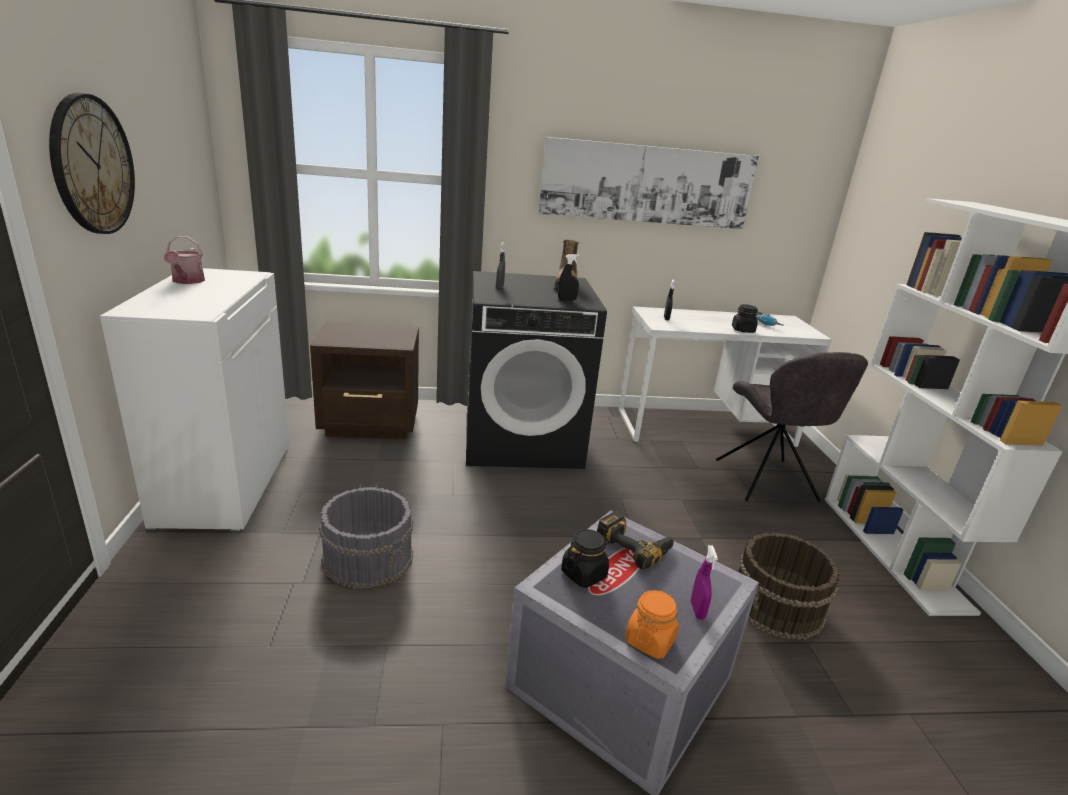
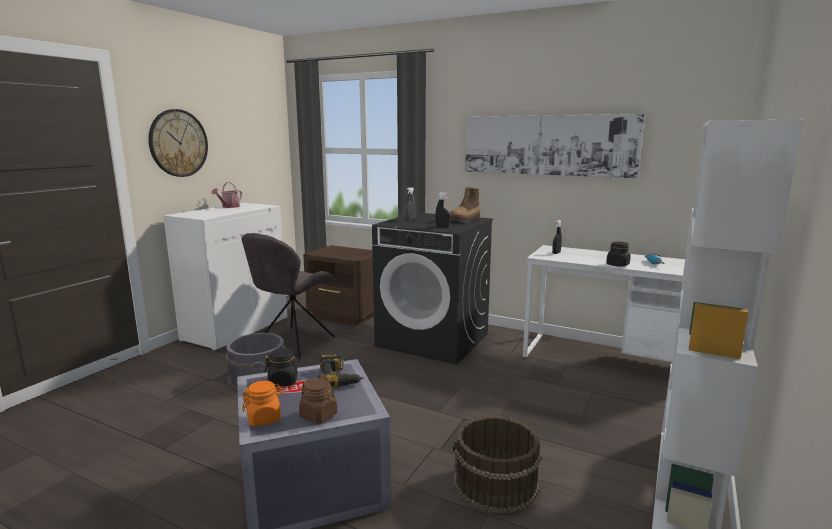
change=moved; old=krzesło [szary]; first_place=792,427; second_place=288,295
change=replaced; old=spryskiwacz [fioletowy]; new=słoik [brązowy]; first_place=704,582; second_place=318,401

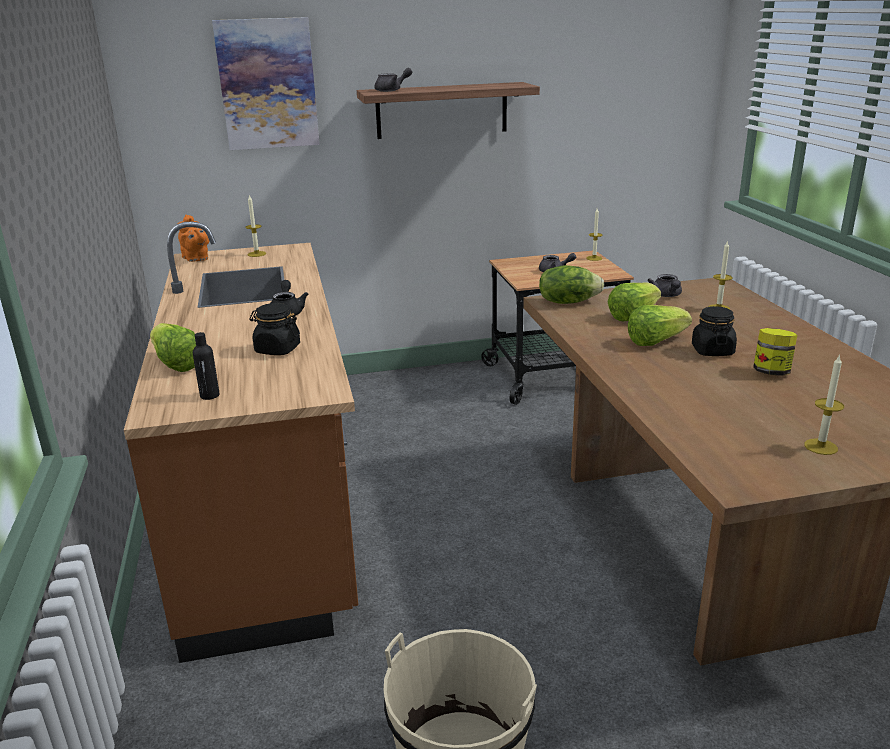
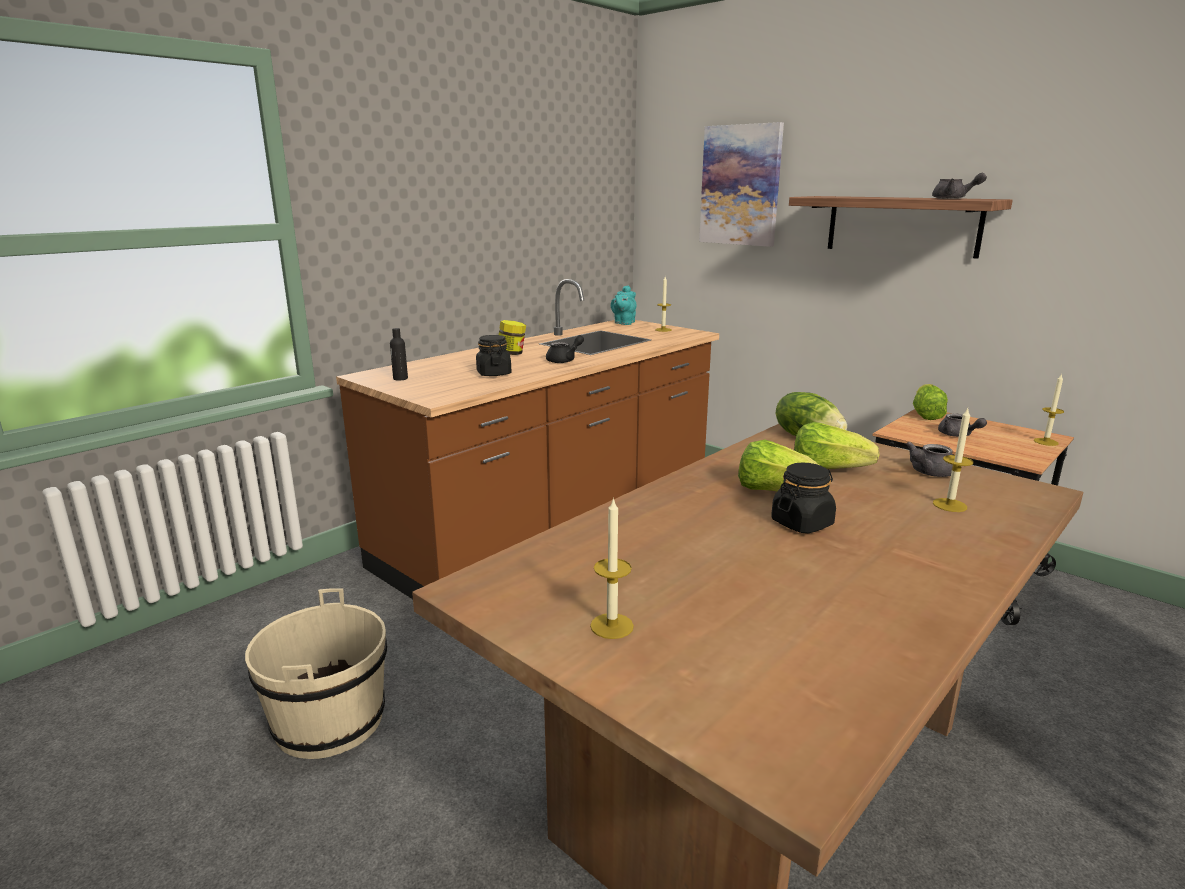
change=moved; old=sałata; first_place=173,347; second_place=930,402
change=moved; old=imbryk [szary]; first_place=393,80; second_place=959,186
change=moved; old=słoik; first_place=775,352; second_place=512,337
change=recoloured; old=imbryk [pomarańczowy]; new=imbryk [turkusowy]; first_place=193,238; second_place=624,305

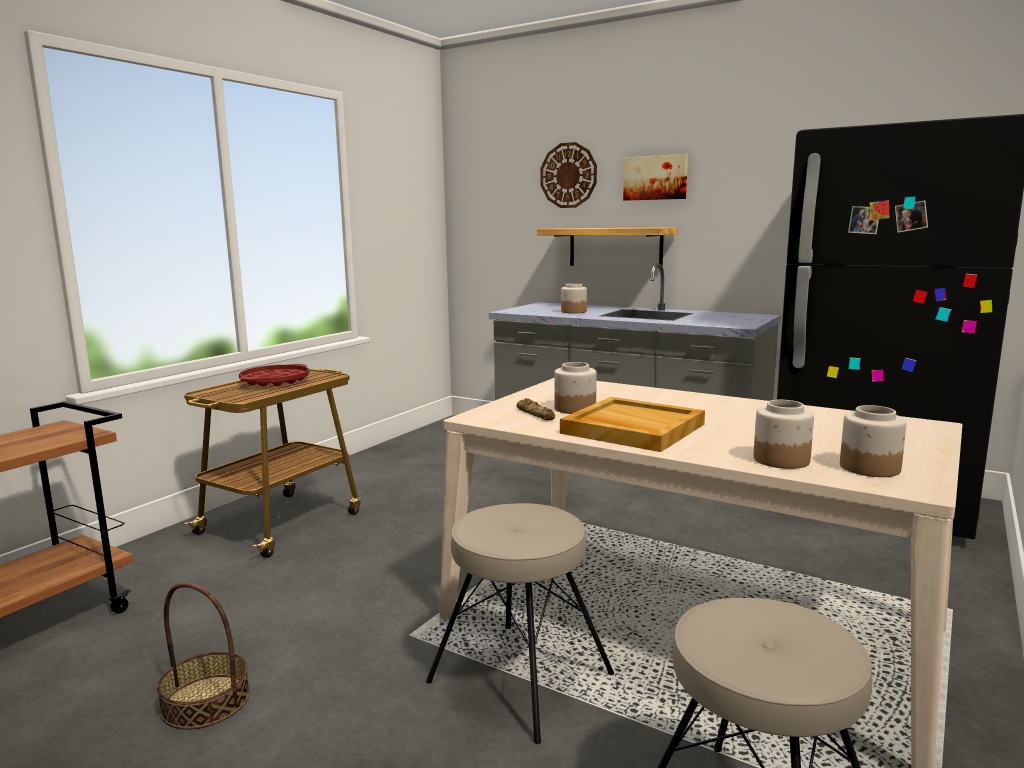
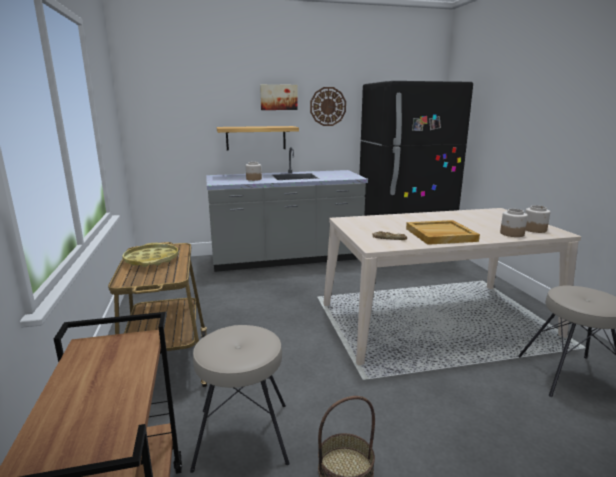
change=removed; old=słoik; first_place=575,388
change=moved; old=stołek [beżowy]; first_place=520,623; second_place=240,399
change=moved; old=zegar ścienny; first_place=568,175; second_place=328,106
change=recoloured; old=taca [czerwony]; new=taca [żółty]; first_place=274,375; second_place=150,255

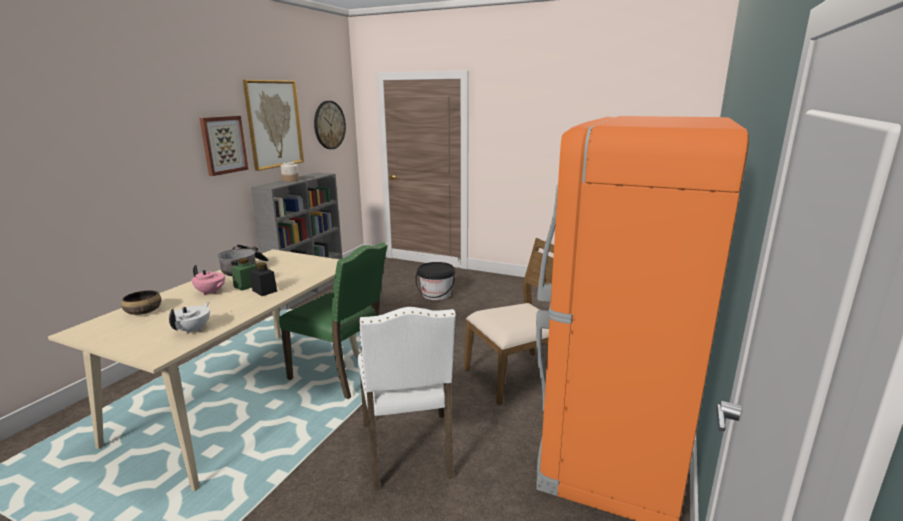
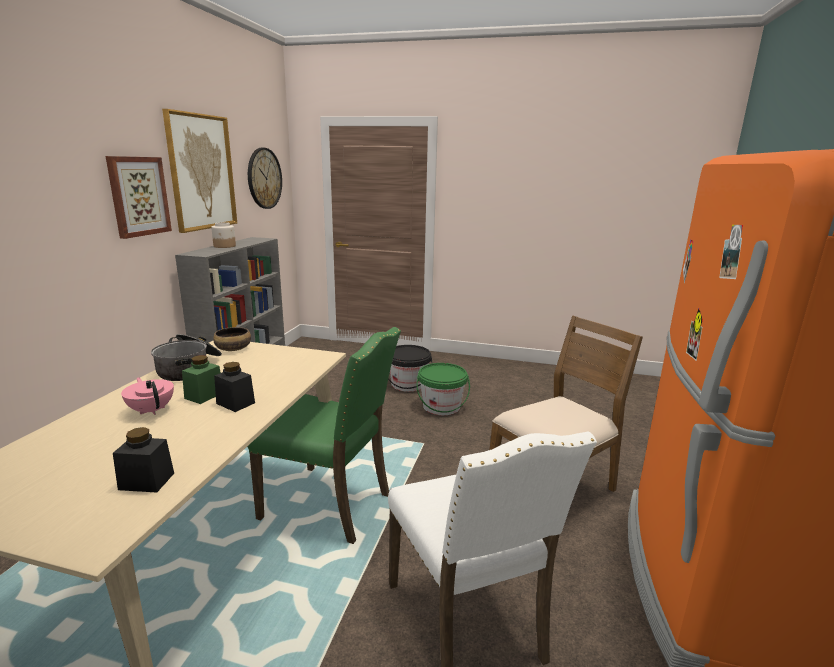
change=added; new=wiadro [zielony]; second_place=443,389
change=moved; old=miska; first_place=141,302; second_place=232,339
change=replaced; old=imbryk [biały]; new=słoik [czarny]; first_place=189,318; second_place=143,460
change=turned; old=imbryk [różowy]; first_place=208,280; second_place=147,396; degrees=-150

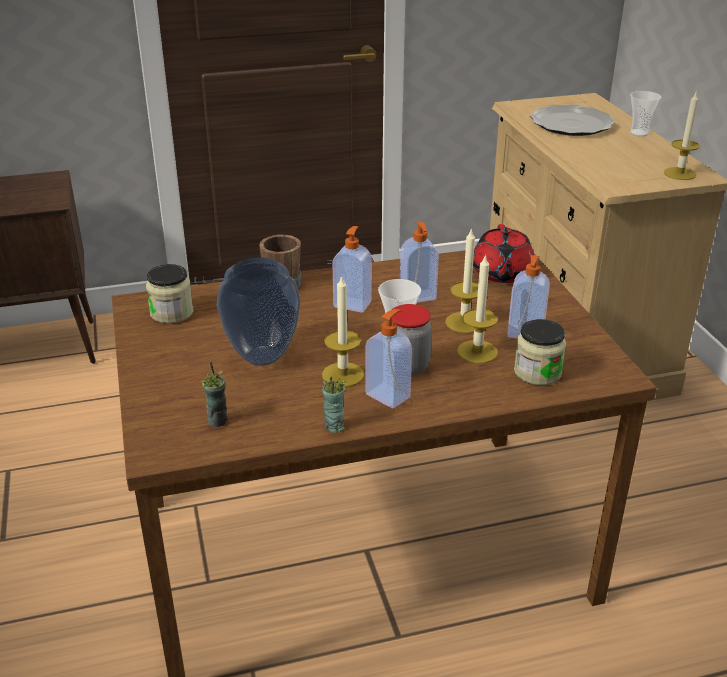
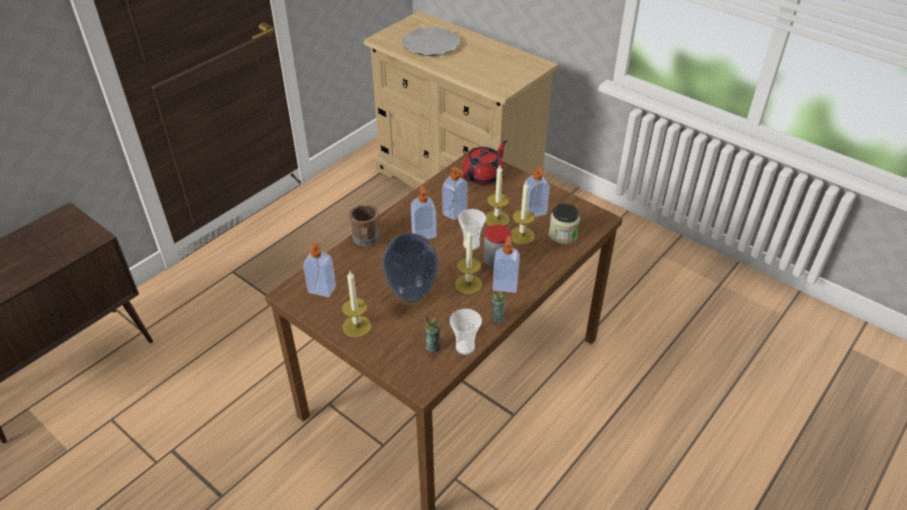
change=moved; old=filiżanka; first_place=645,113; second_place=466,332
change=moved; old=świeca; first_place=682,136; second_place=357,304
change=replaced; old=słoik; new=dozownik mydła; first_place=169,294; second_place=319,270
change=turned; old=imbryk [czerwony]; first_place=503,253; second_place=484,162; degrees=-105

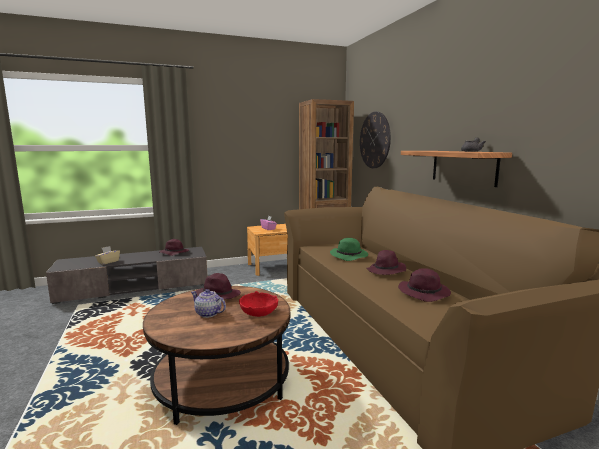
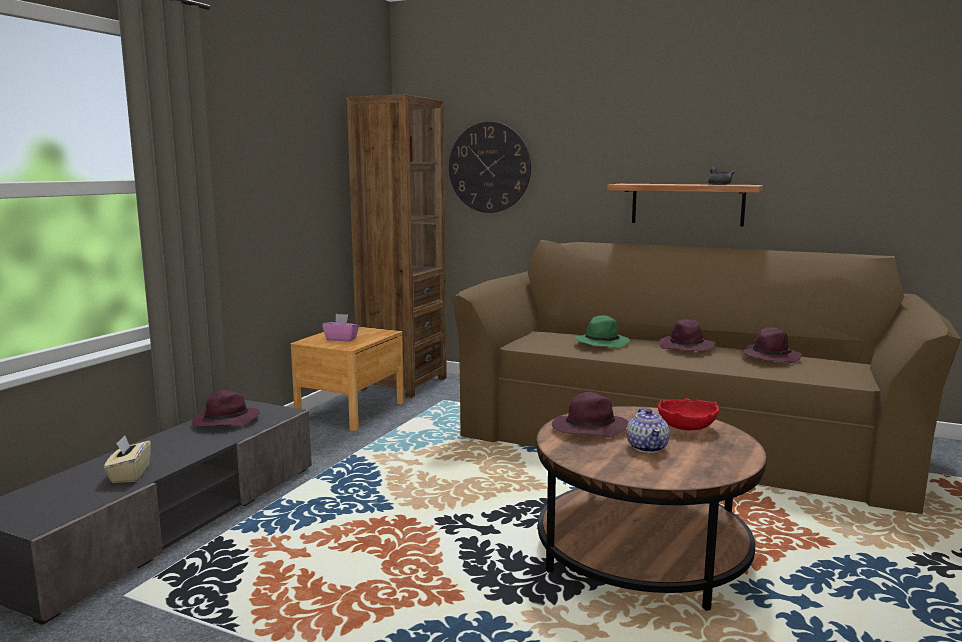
change=turned; old=imbryk; first_place=208,303; second_place=648,430; degrees=-75

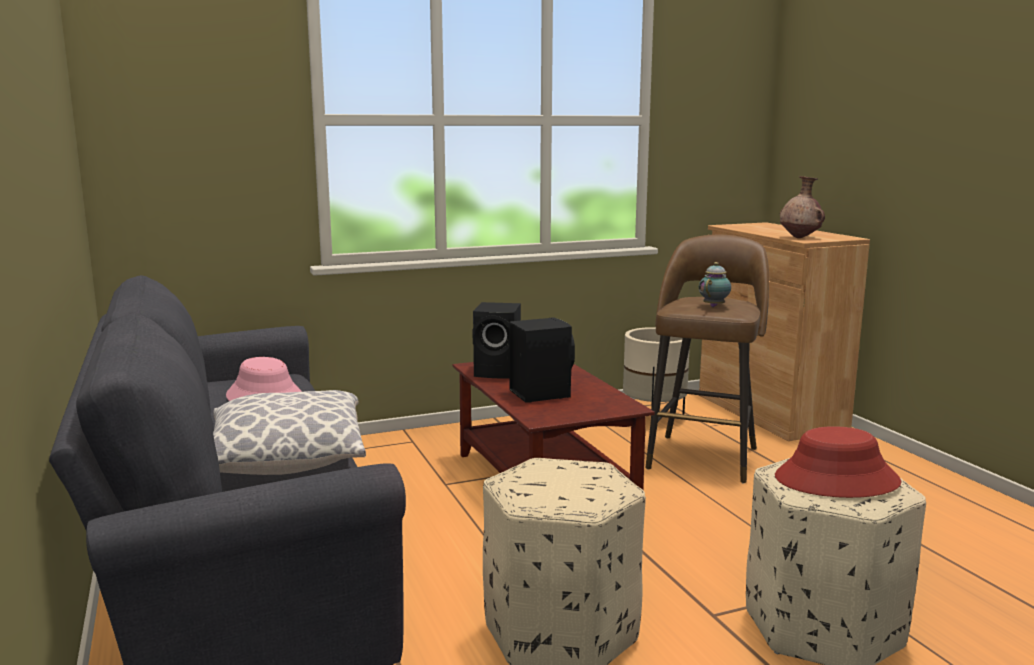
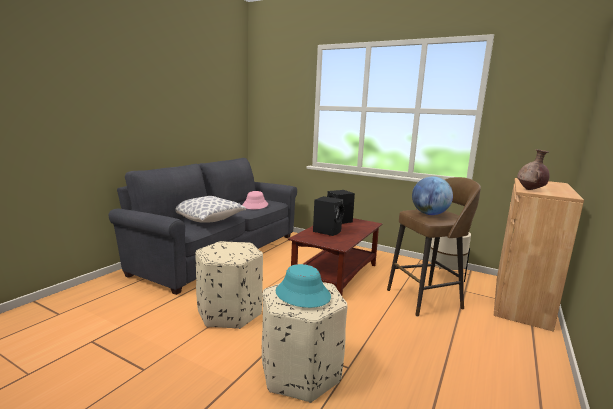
change=replaced; old=imbryk; new=globus; first_place=715,284; second_place=432,195
change=recoloured; old=kapelusz [czerwony]; new=kapelusz [turkusowy]; first_place=838,462; second_place=303,286

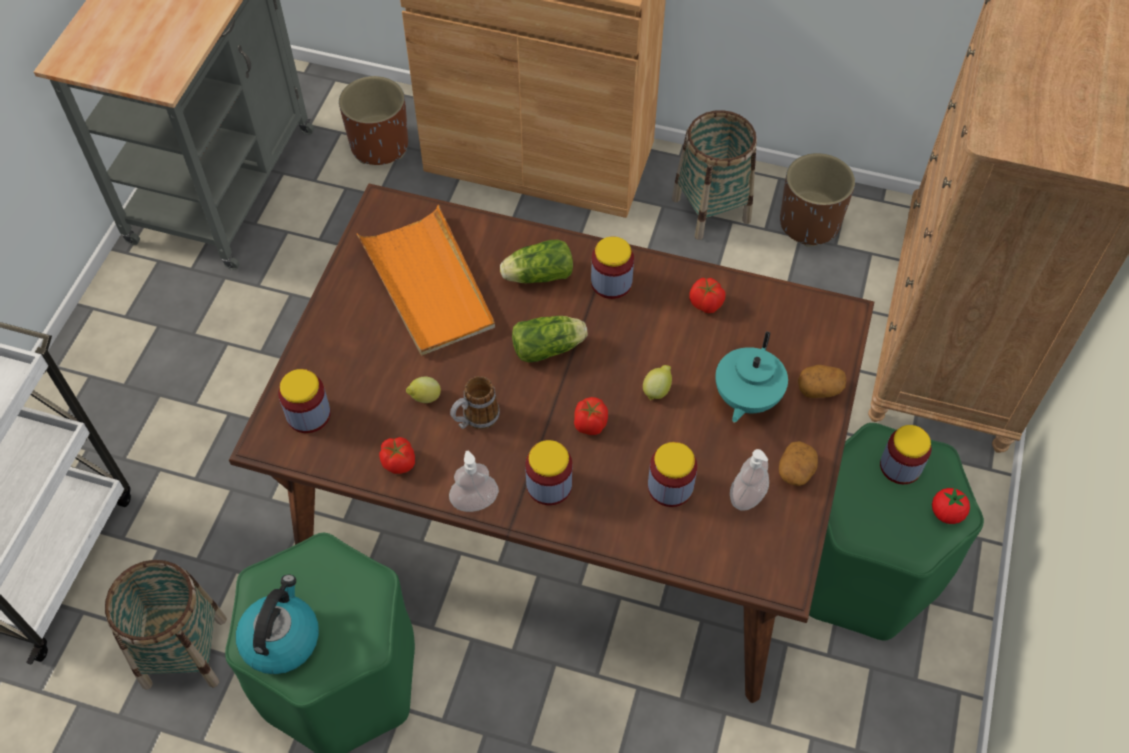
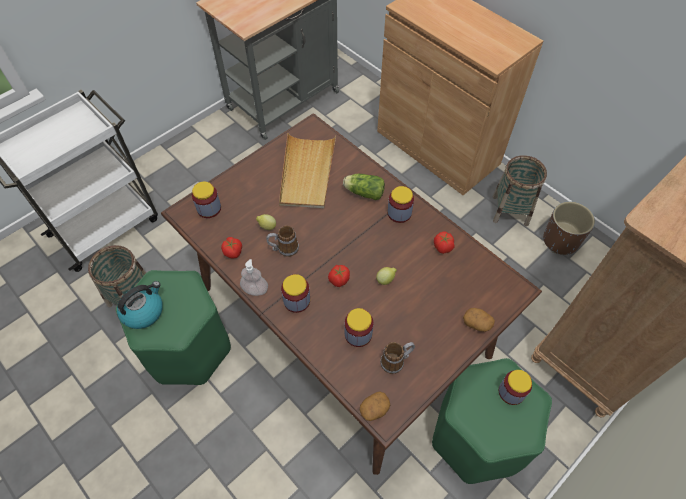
change=removed; old=donica [brązowy]; first_place=373,120
change=removed; old=sałata; first_place=550,339
change=removed; old=imbryk [turkusowy]; first_place=751,377
change=removed; old=pomidor; first_place=951,506
change=moved; old=ziemniak; first_place=798,463; second_place=375,406
change=replaced; old=dozownik mydła; new=kubek; first_place=749,480; second_place=397,358
change=recoloured; old=taca [pomarańczowy]; new=taca [beżowy]; first_place=426,280; second_place=307,170

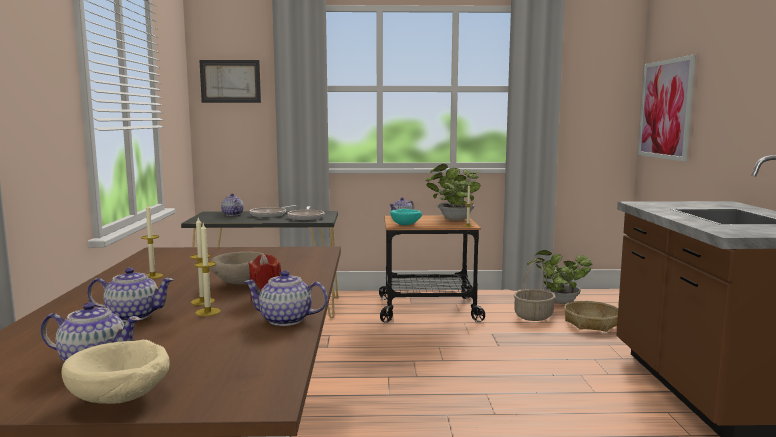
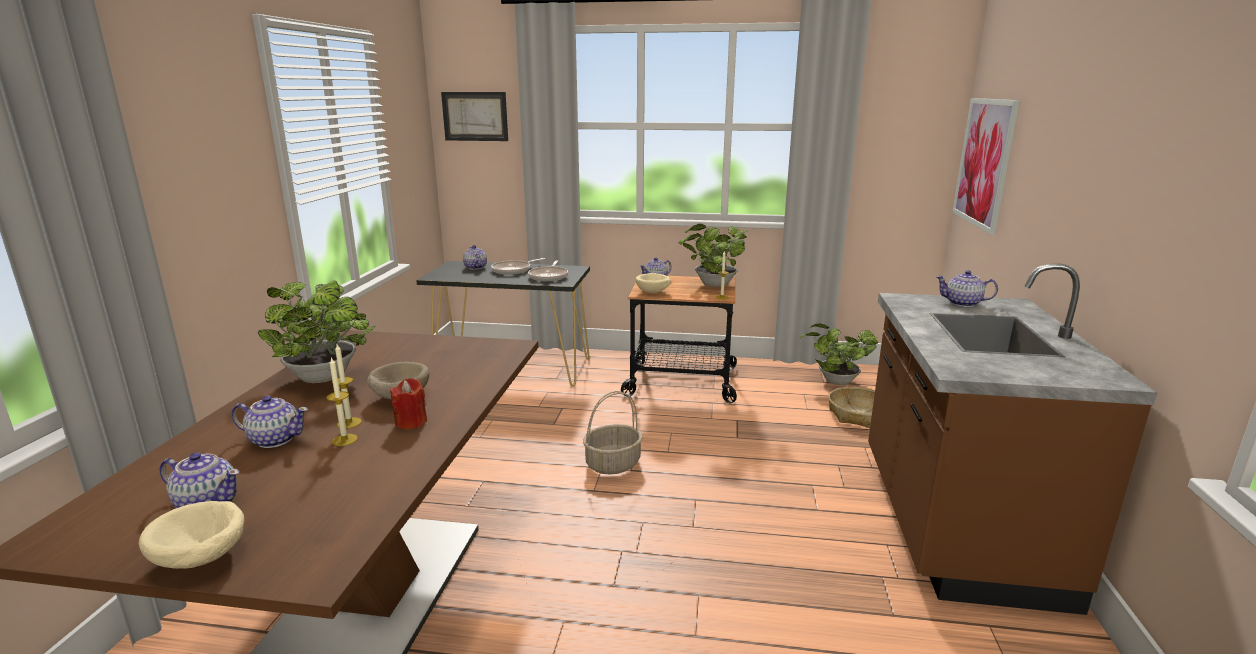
change=moved; old=imbryk; first_place=286,298; second_place=966,288
change=moved; old=koszyk; first_place=535,290; second_place=613,432
change=replaced; old=świeca; new=roślina doniczkowa; first_place=152,241; second_place=316,331
change=recoloured; old=miska [turkusowy]; new=miska [beżowy]; first_place=406,217; second_place=653,283

